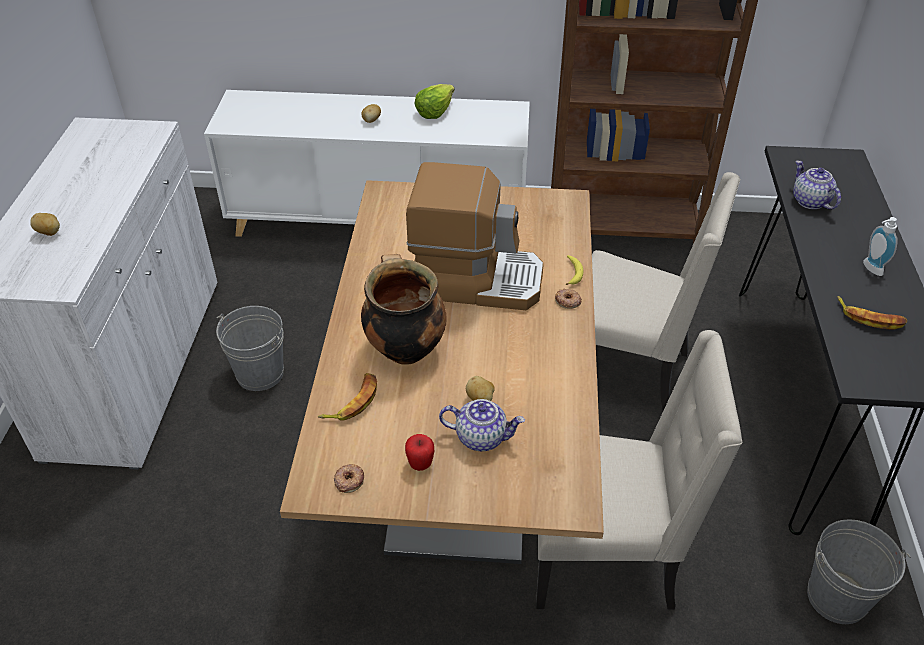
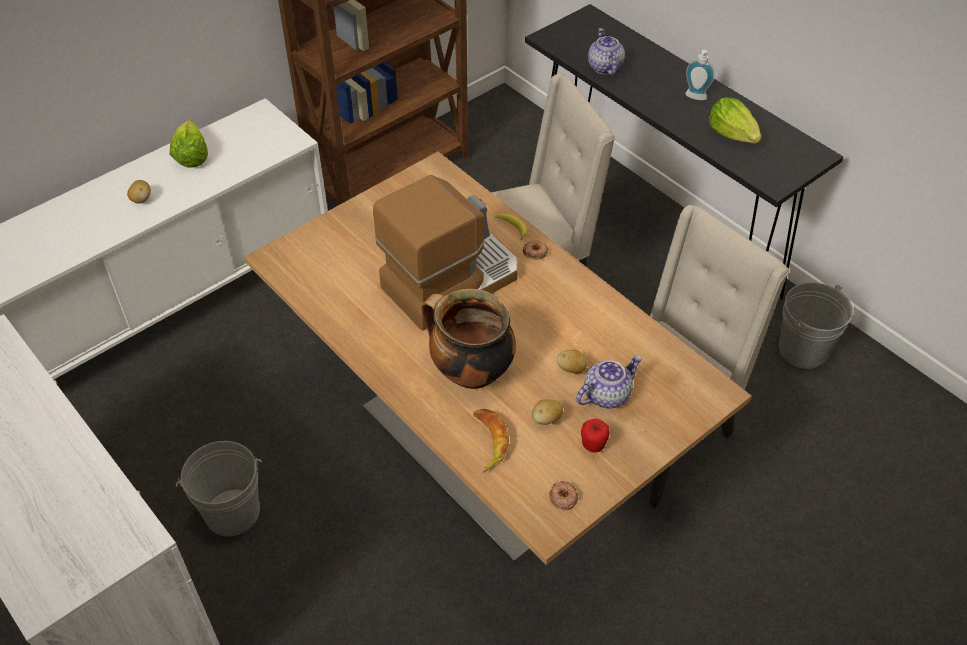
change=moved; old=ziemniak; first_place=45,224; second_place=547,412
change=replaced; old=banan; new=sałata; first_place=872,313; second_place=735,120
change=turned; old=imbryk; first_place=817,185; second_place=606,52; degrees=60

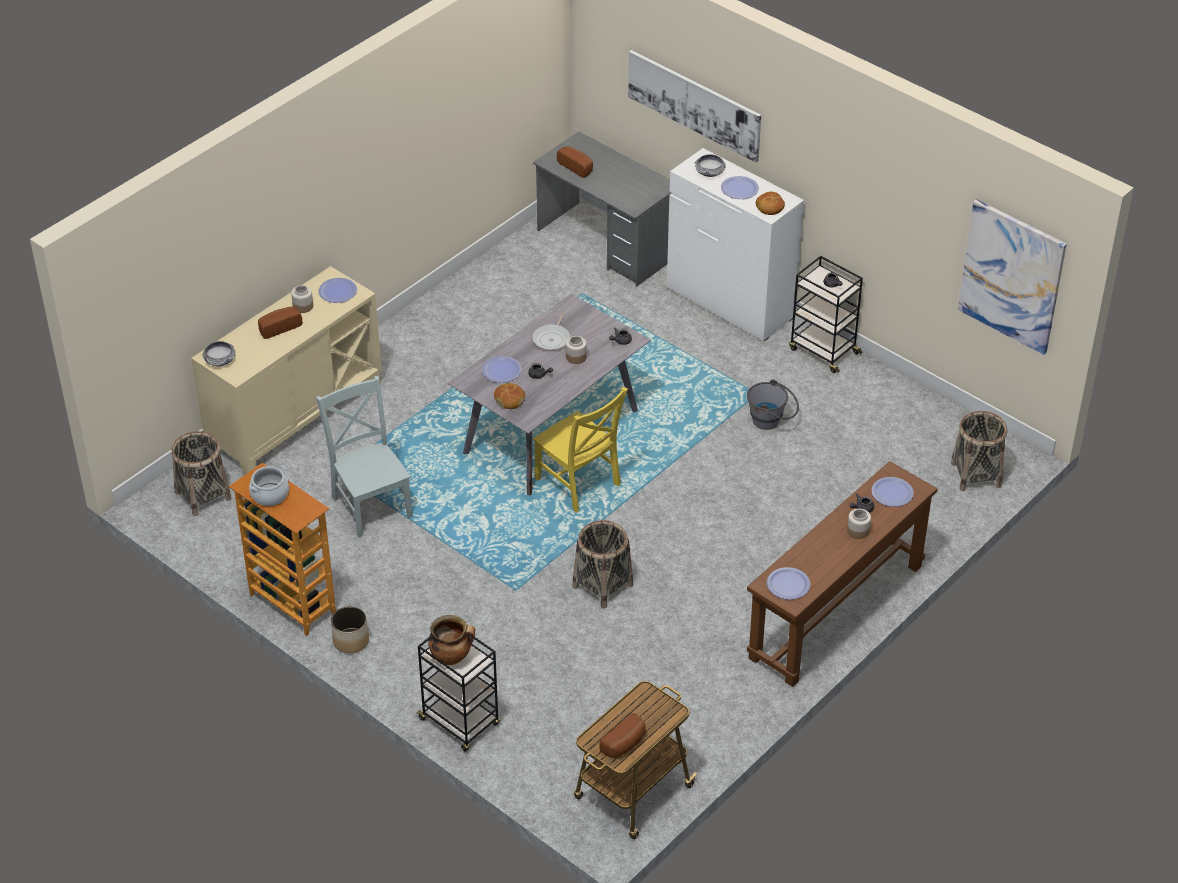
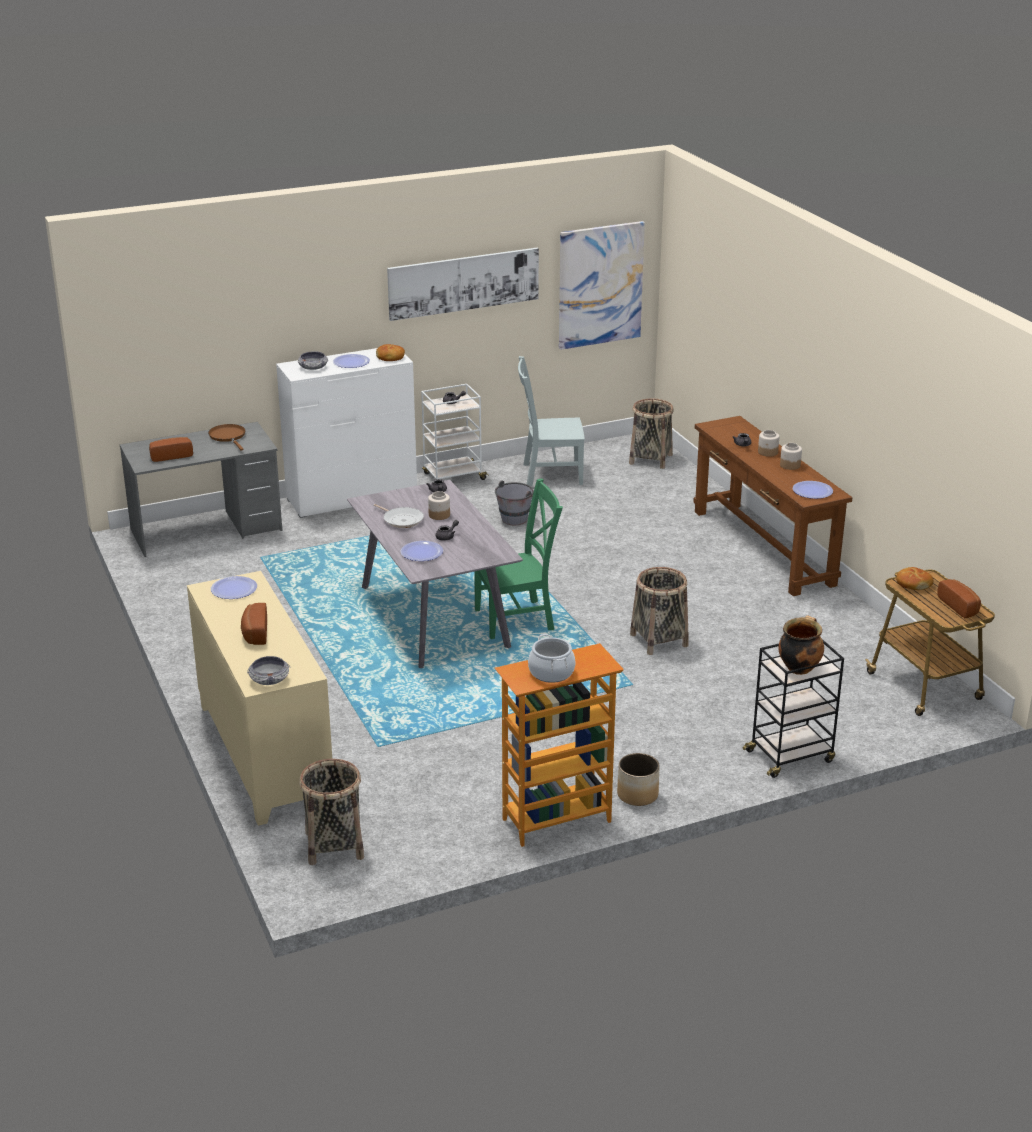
change=removed; old=talerz; first_place=892,492
change=added; new=patelnia [brązowy]; second_place=227,437
change=moved; old=słoik; first_place=302,299; second_place=791,456
change=moved; old=krzesło [szary]; first_place=364,457; second_place=551,421
change=moved; old=chleb; first_place=509,396; second_place=914,578
change=moved; old=obraz; first_place=694,106; second_place=463,284
change=recoloured; old=krzesło [żółty]; new=krzesło [zielony]; first_place=580,450; second_place=518,558
change=recoloured; old=wózek [czarny]; new=wózek [biały]; first_place=826,314; second_place=455,432

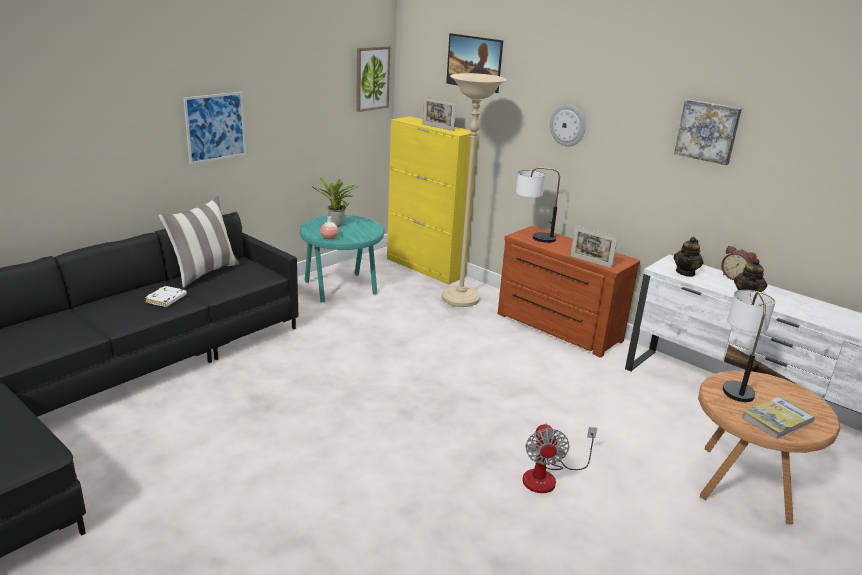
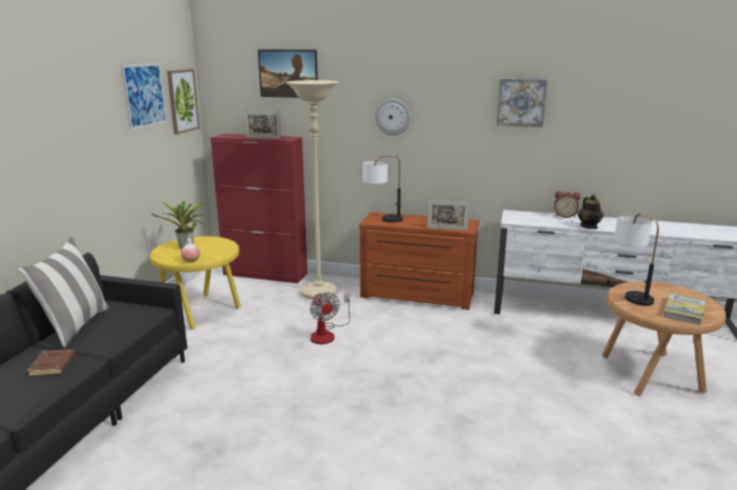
change=removed; old=imbryk; first_place=688,257
change=moved; old=obraz; first_place=215,128; second_place=144,96
change=moved; old=wentylator; first_place=560,458; second_place=330,318
change=recoloured; old=książka [biały]; new=książka [brązowy]; first_place=166,296; second_place=51,362
change=recoloured; old=stolik [turkusowy]; new=stolik [żółty]; first_place=342,258; second_place=195,283
change=recoloured; old=szafka [żółty]; new=szafka [czerwony]; first_place=432,200; second_place=259,208

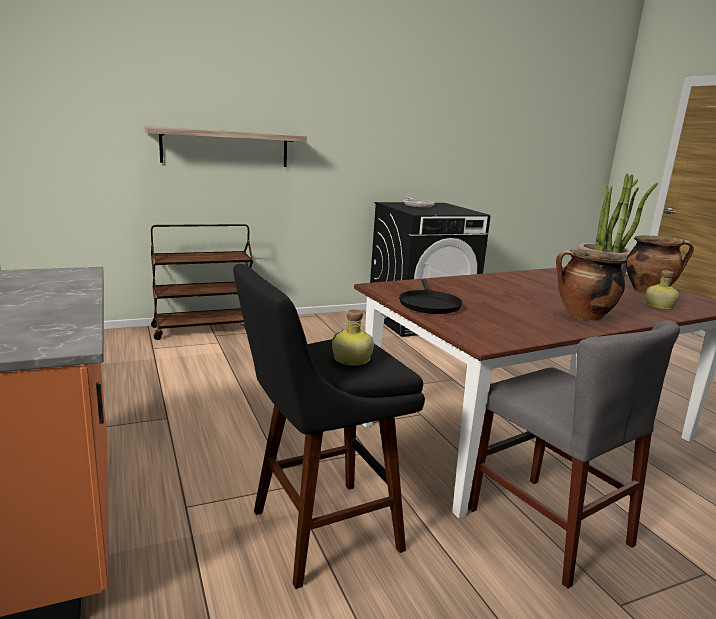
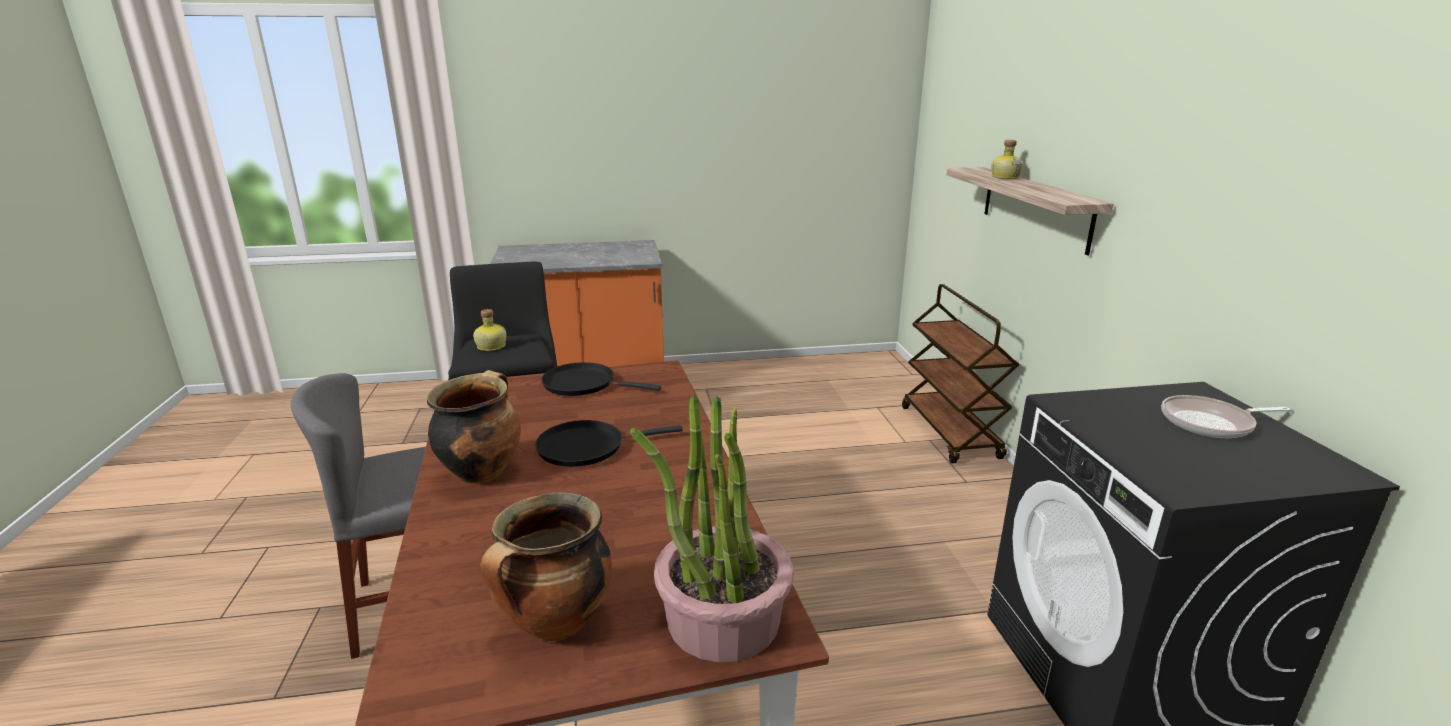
change=added; new=patelnia [czarny]; second_place=609,443
change=moved; old=butelka; first_place=662,290; second_place=1007,159

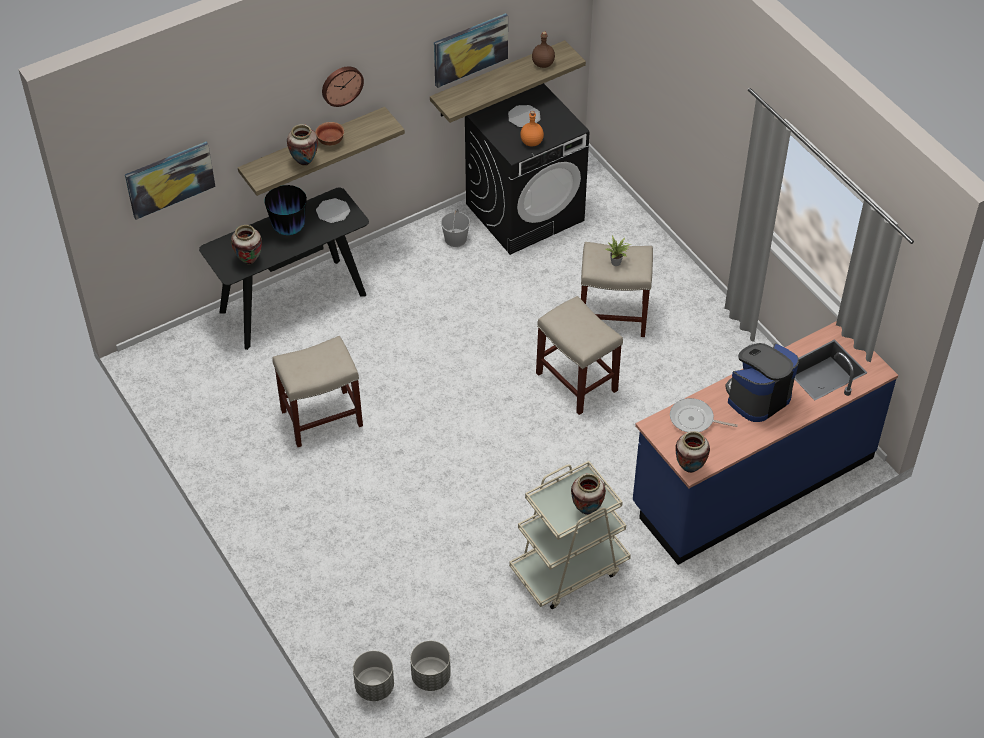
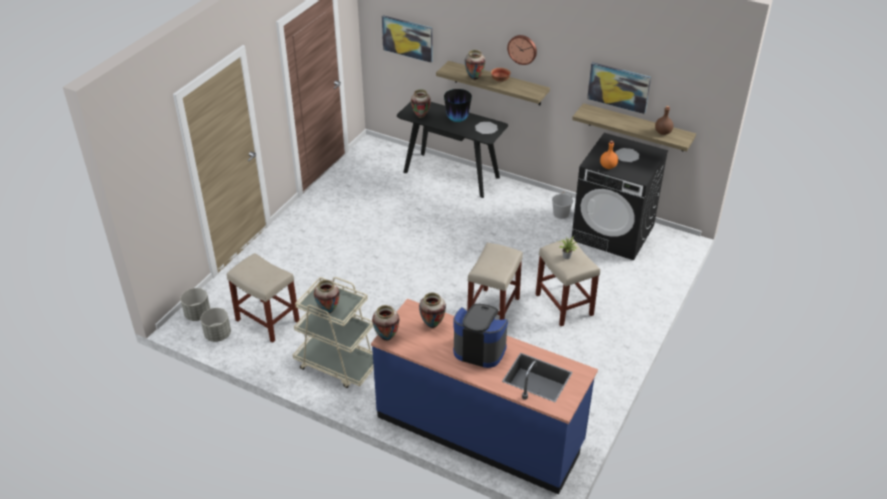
change=moved; old=stołek [beżowy]; first_place=317,391; second_place=263,298
change=replaced; old=patelnia; new=wazon; first_place=704,415; second_place=432,310

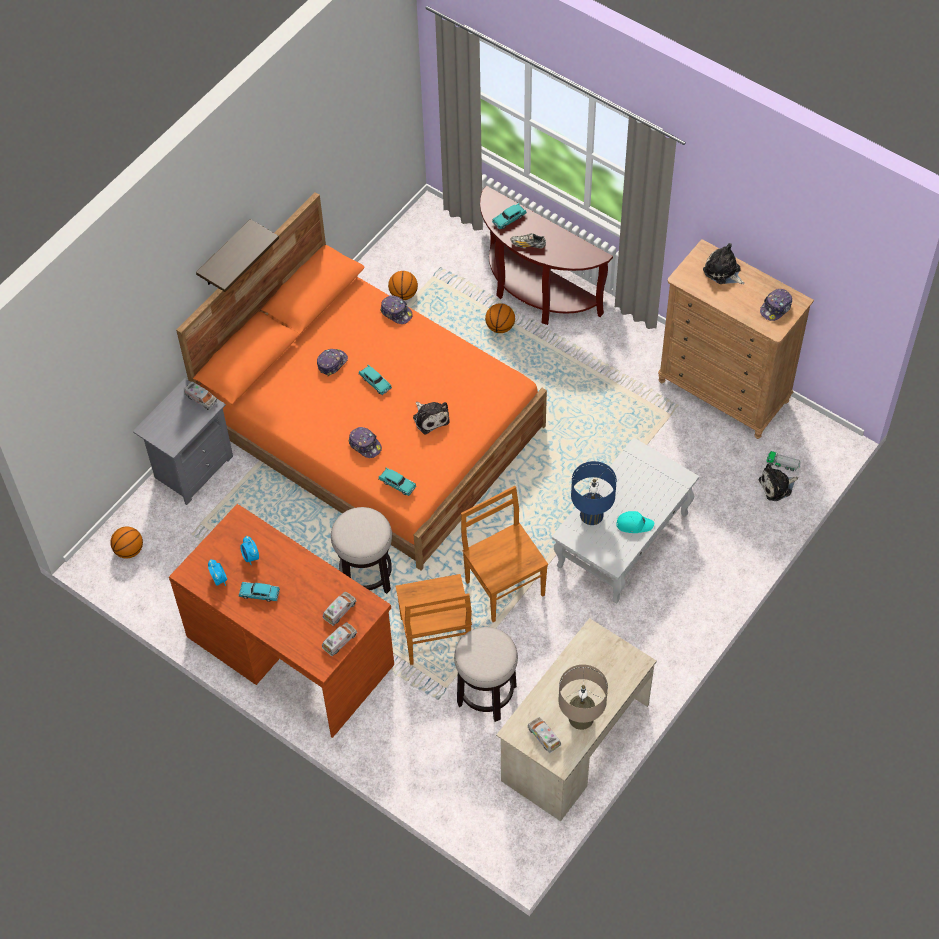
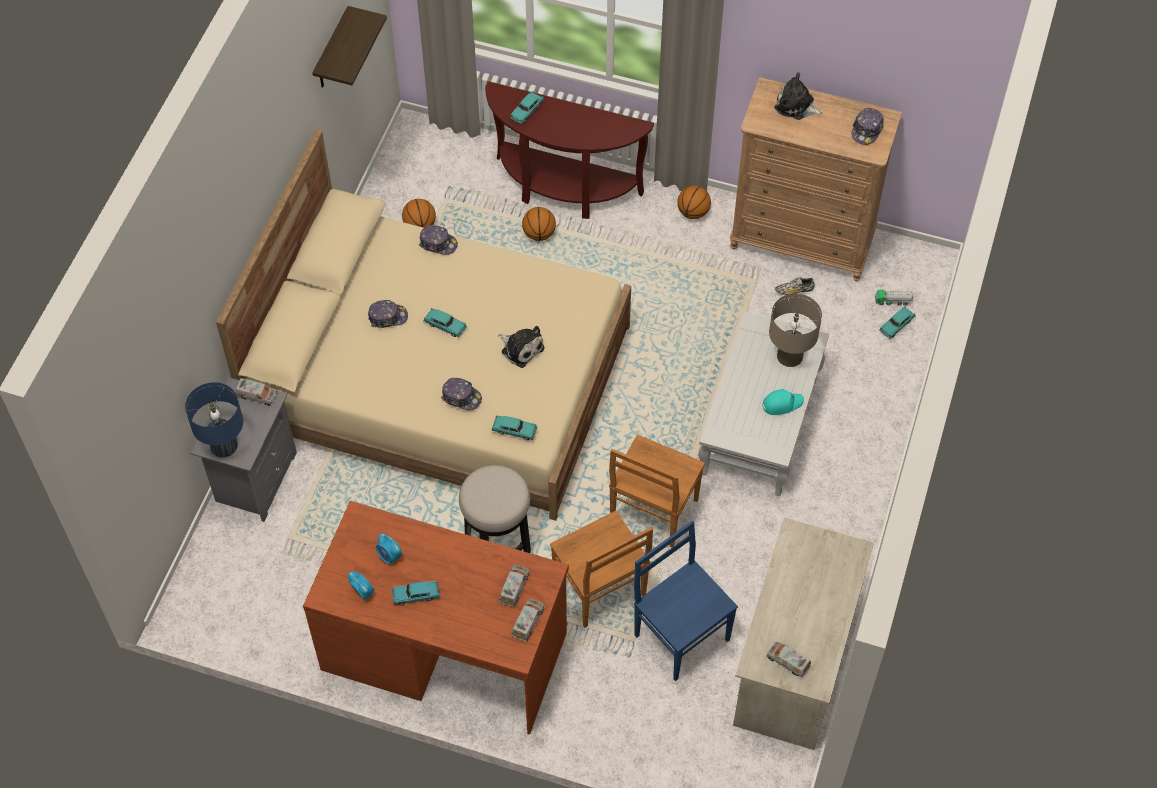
change=moved; old=piłka do koszykówki; first_place=126,543; second_place=694,202
change=moved; old=półka; first_place=237,255; second_place=349,47
change=moved; old=but; first_place=528,240; second_place=795,286
change=moved; old=lampa stołowa [beżowy]; first_place=583,697; second_place=795,330
change=moved; old=lampa stołowa [niebieski]; first_place=594,493; second_place=214,420
change=replaced; old=stołek; new=krzesło [niebieski]; first_place=486,674; second_place=686,601
change=replaced; old=pluszak; new=samochodzik [turkusowy]; first_place=778,482; second_place=897,322
change=recoloured; old=łóżko [pomarańczowy]; new=łóżko [beżowy]; first_place=361,381; second_place=423,325
change=turned; old=czapka z daszkiem; first_place=332,362; second_place=388,314; degrees=60
change=turned; old=krzesło [brązowy]; first_place=504,554; second_place=657,491; degrees=-105

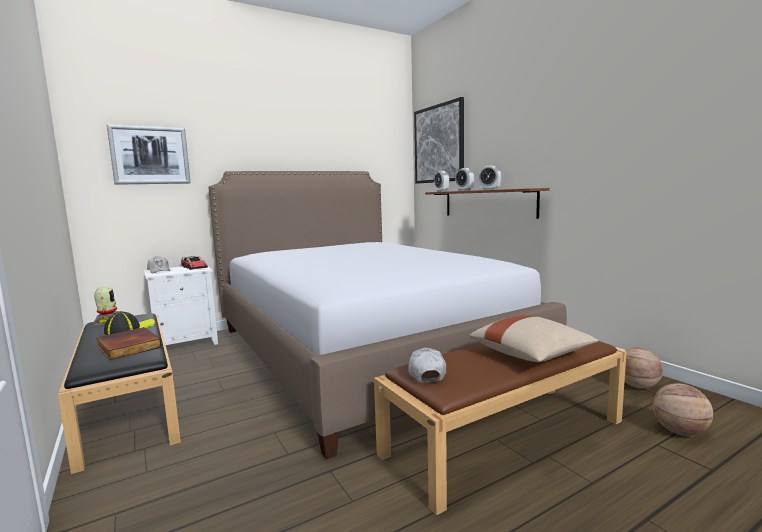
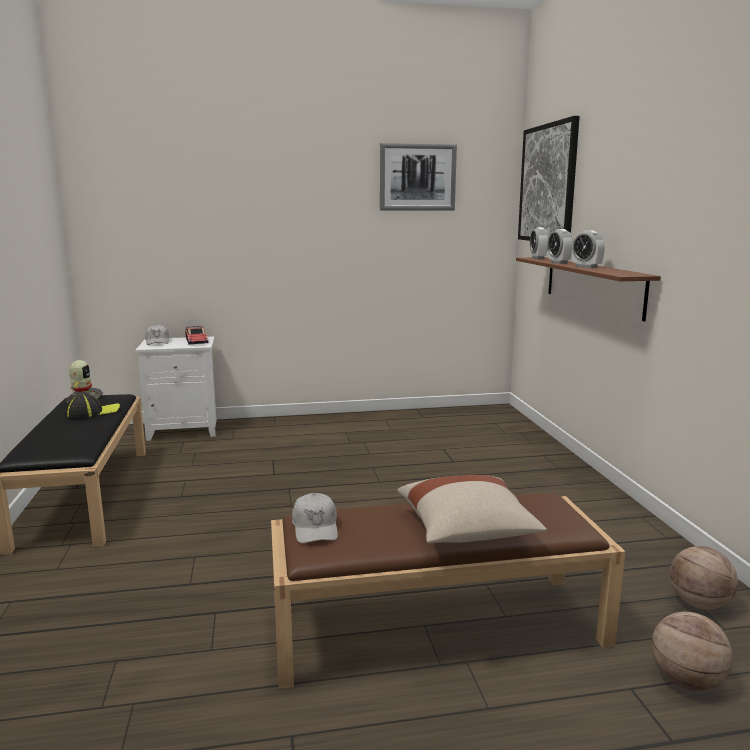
change=removed; old=książka; first_place=129,343
change=removed; old=łóżko; first_place=388,315
change=moved; old=obraz; first_place=149,154; second_place=418,176
change=turned; old=czapka z daszkiem [biały]; first_place=428,365; second_place=315,518; degrees=150

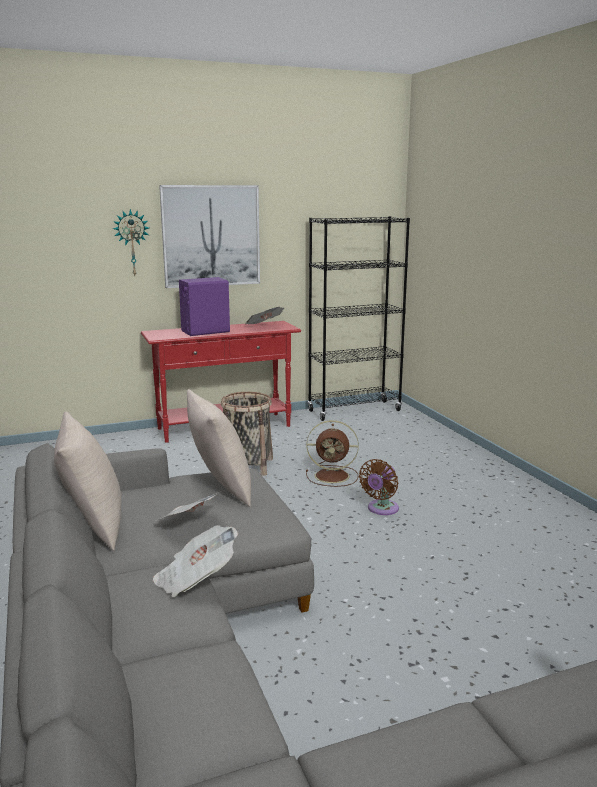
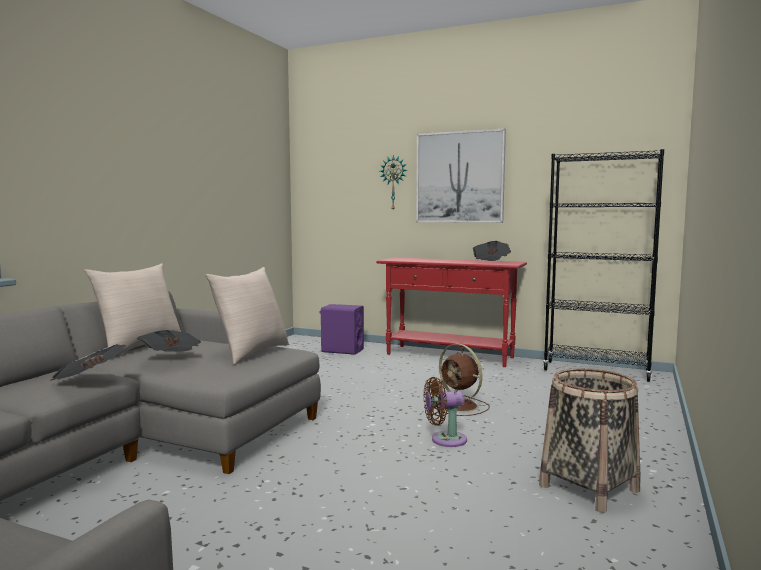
change=moved; old=głośnik [fioletowy]; first_place=204,306; second_place=341,329
change=moved; old=koszyk; first_place=247,434; second_place=590,440

